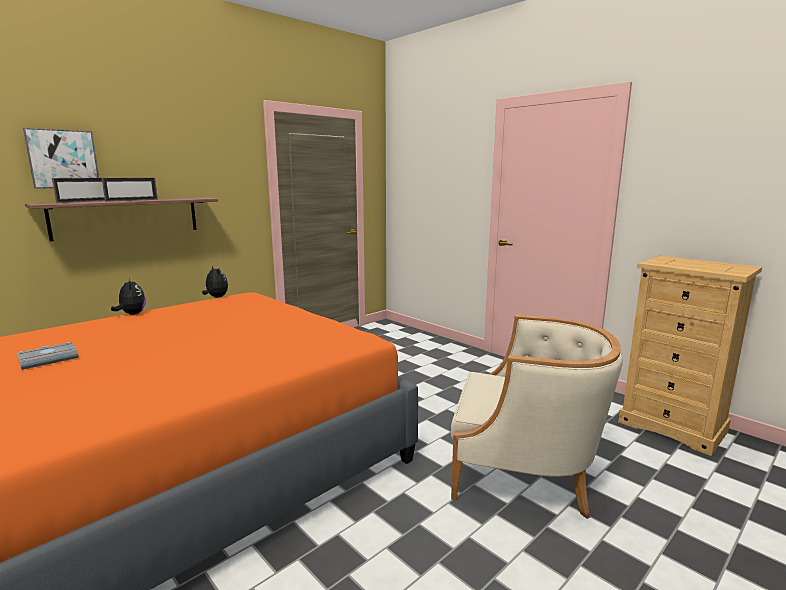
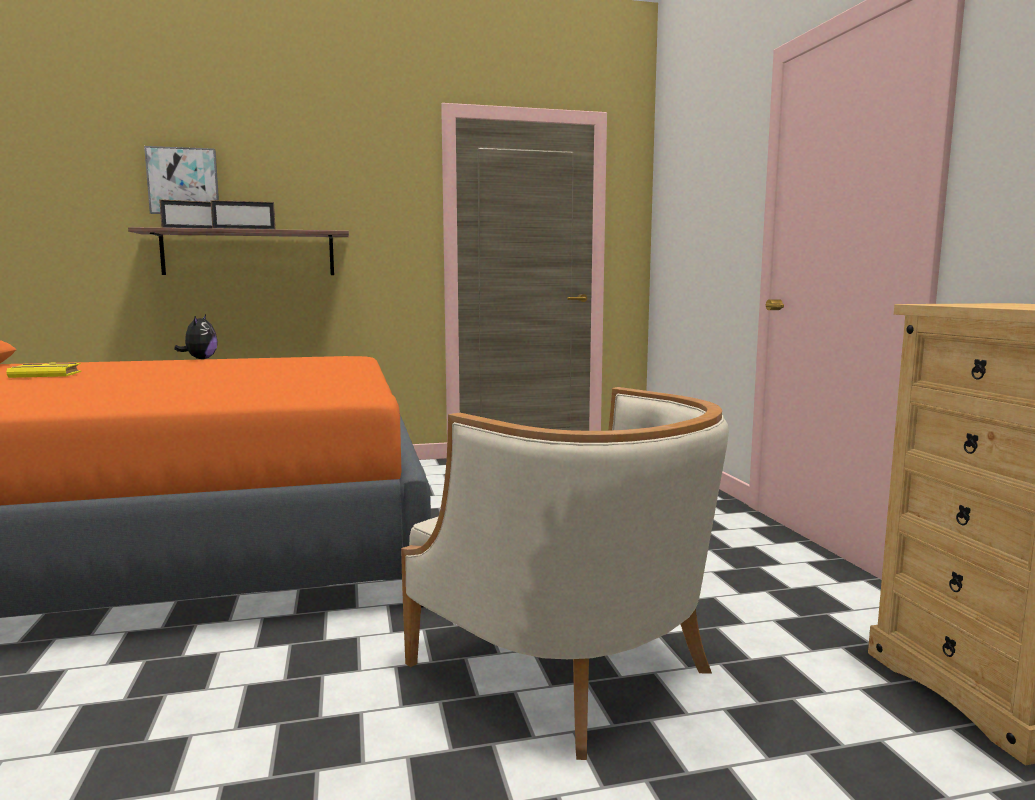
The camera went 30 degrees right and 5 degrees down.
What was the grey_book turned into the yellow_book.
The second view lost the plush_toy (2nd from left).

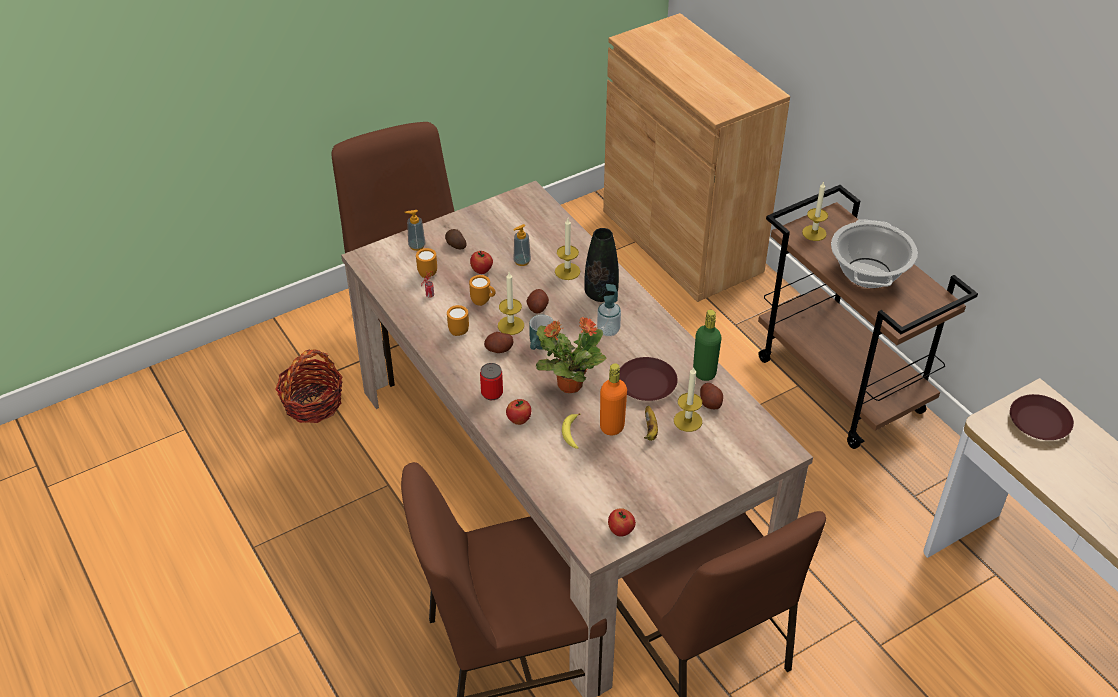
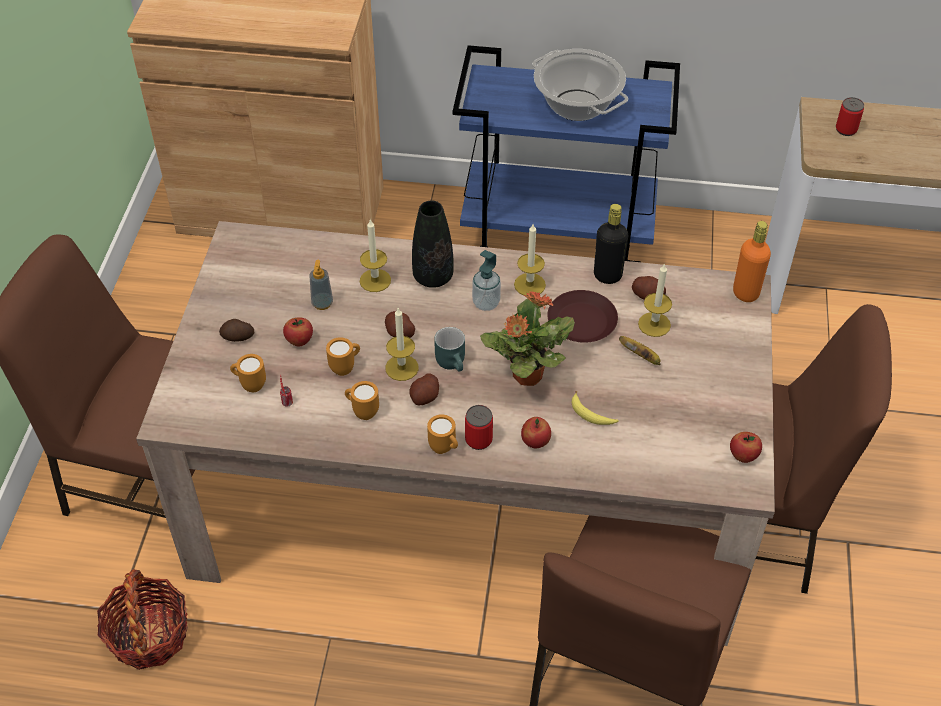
The camera went 50 degrees left and 5 degrees up.
The second view lost the soap_dispenser (1st from left).
The orange_bottle ended up elsewhere.
What was the green_bottle turned into the black_bottle.
What was the brown_cart turned into the blue_cart.
The candle (4th from left in the first image) ended up elsewhere.
Where the brown_plate (2nd from left) stood, the can (3rd from left) came to stand.
The second view gained the orange_mug (4th from left).

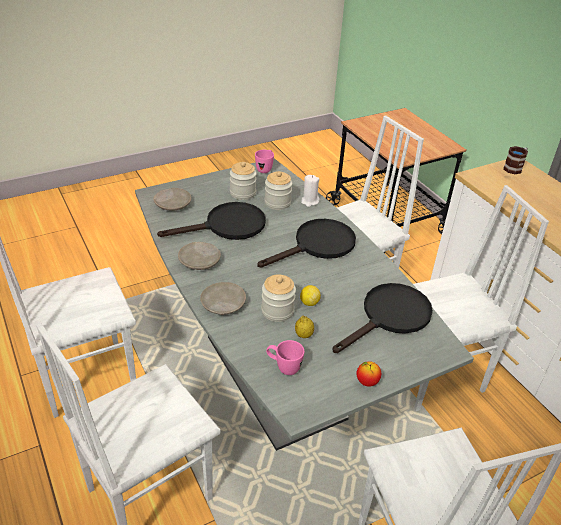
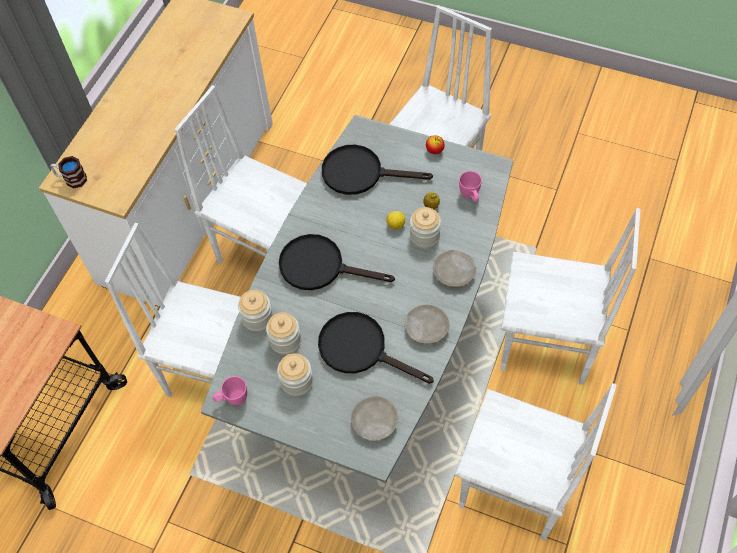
The camera went 125 degrees left and 20 degrees up.
Where the white_candle stood, the jar (1st from left) came to stand.

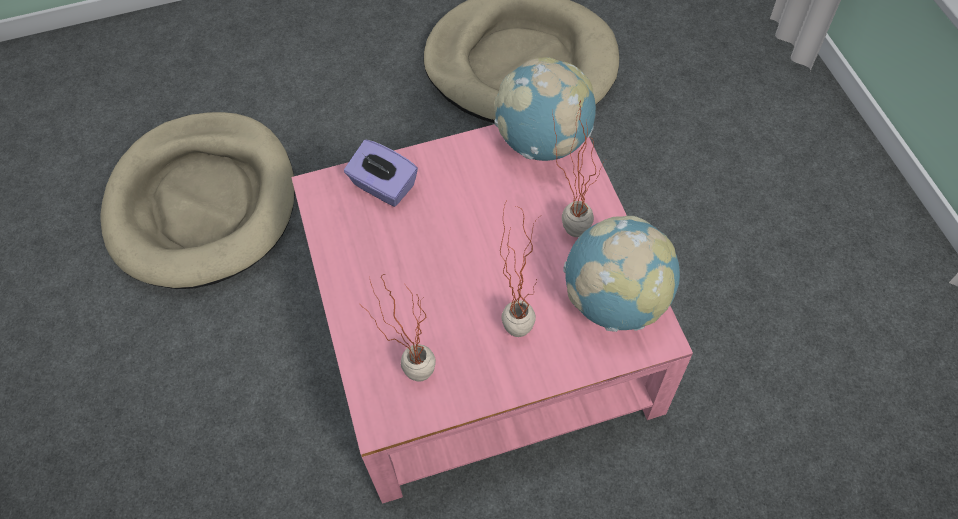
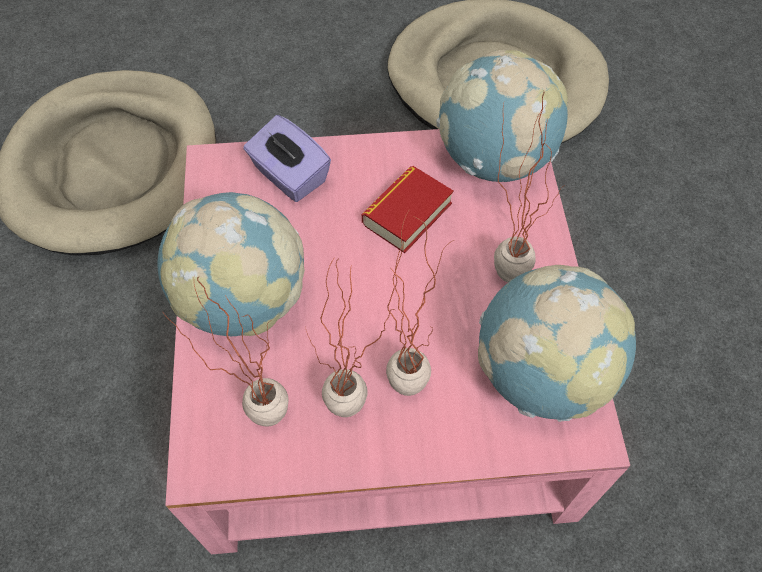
The camera went 10 degrees right and 0 degrees up.
The second view gained the globe (1st from left).
The second view gained the potted_plant (2nd from left).
The second view gained the book.

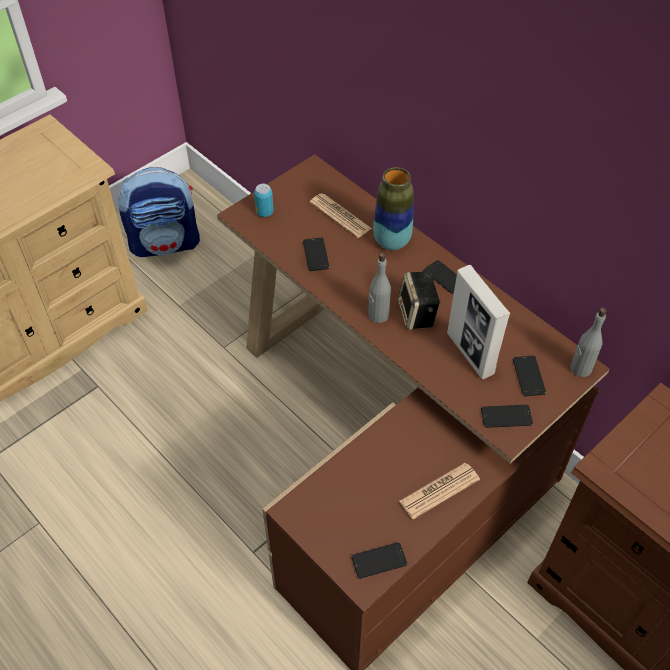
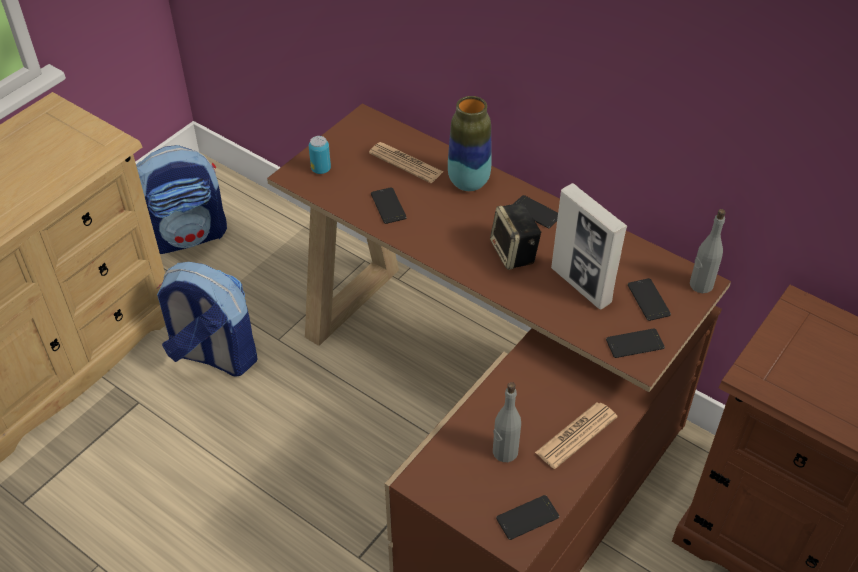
The camera went 10 degrees left and 5 degrees down.
The grey_bottle (1st from left) ended up elsewhere.
The second view gained the backpack (2nd from left).

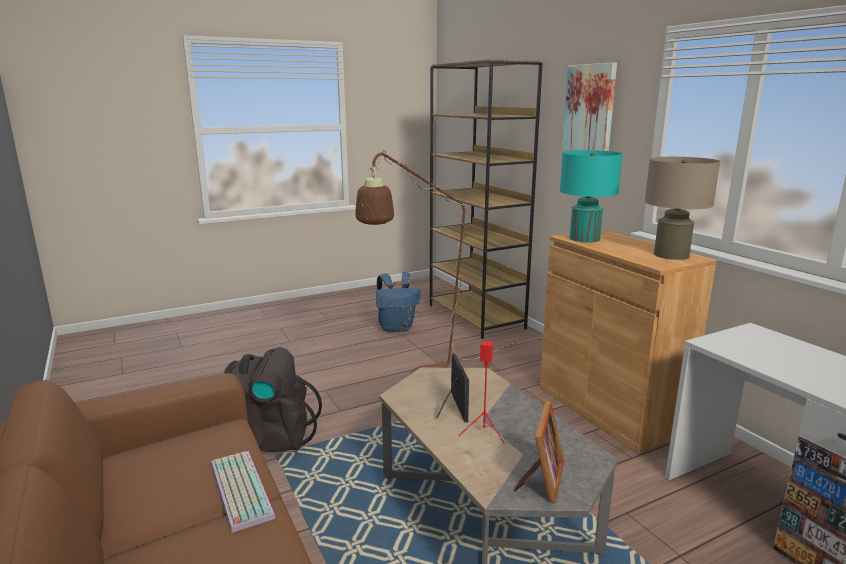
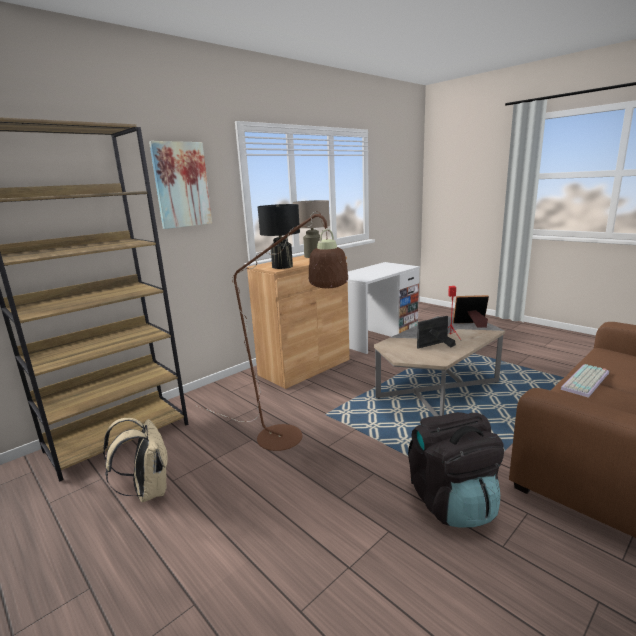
The camera went 105 degrees left and 0 degrees up.
What was the blue_backpack turned into the beige_backpack.
What was the turquoise_table_lamp turned into the black_table_lamp.

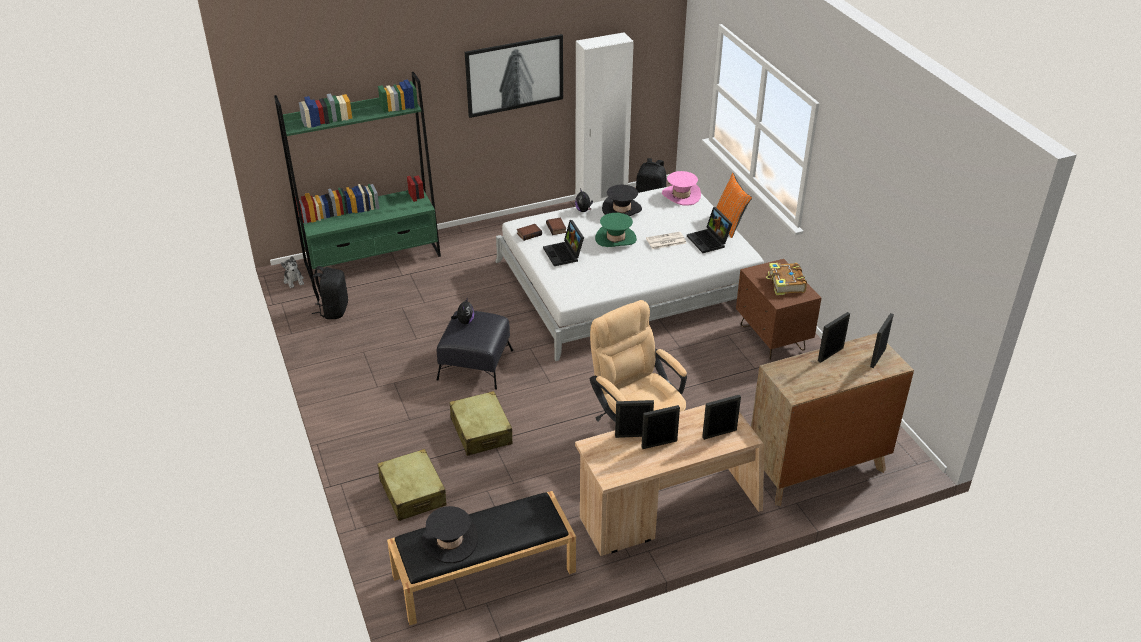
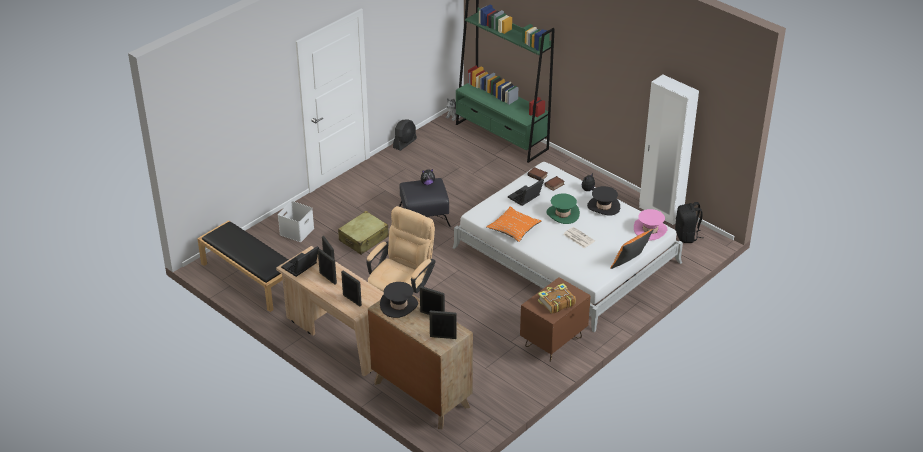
The camera went 65 degrees right and 0 degrees up.
The second view lost the black_backpack (1st from left).
Where the beige_suitcase (1st from left) stood, the white_storage_box came to stand.
The black_hat (1st from left) ended up elsewhere.
The second view lost the picture.
The laptop (2nd from left in the first image) ended up elsewhere.
The second view gained the black_fan.
The second view gained the orange_pillow (1st from left).

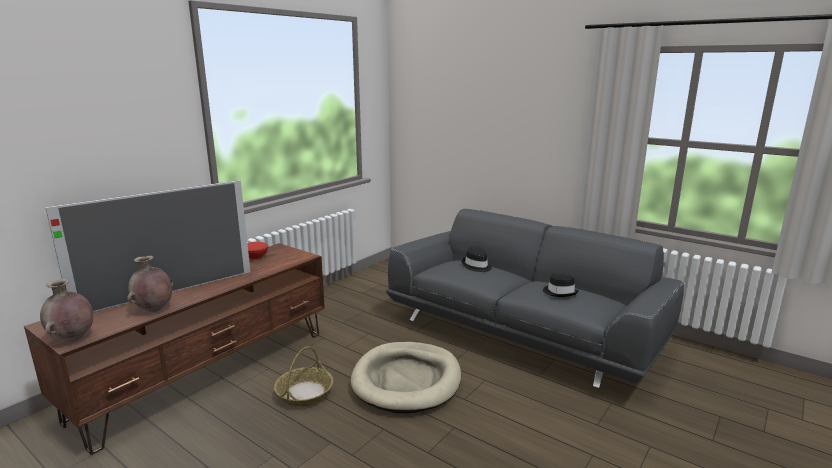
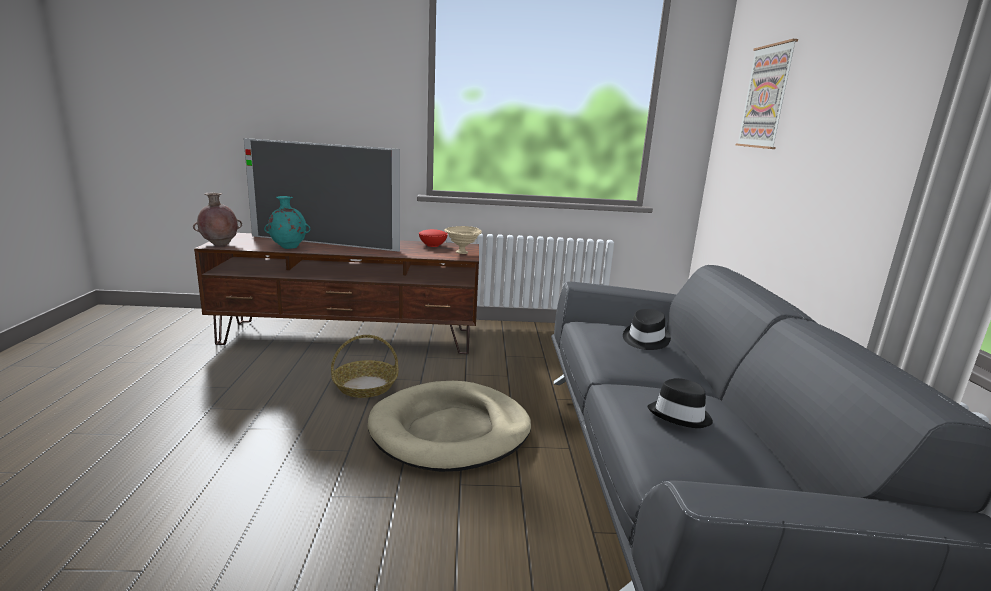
The camera went 50 degrees right and 0 degrees up.
What was the brown_vase (2nd from left) turned into the turquoise_vase.
The second view gained the beige_bowl.
The second view gained the picture.

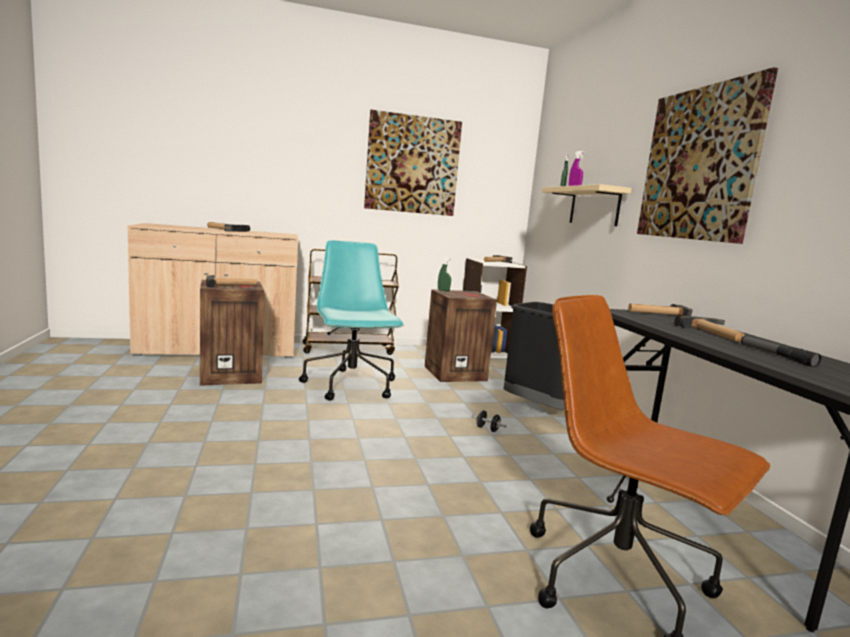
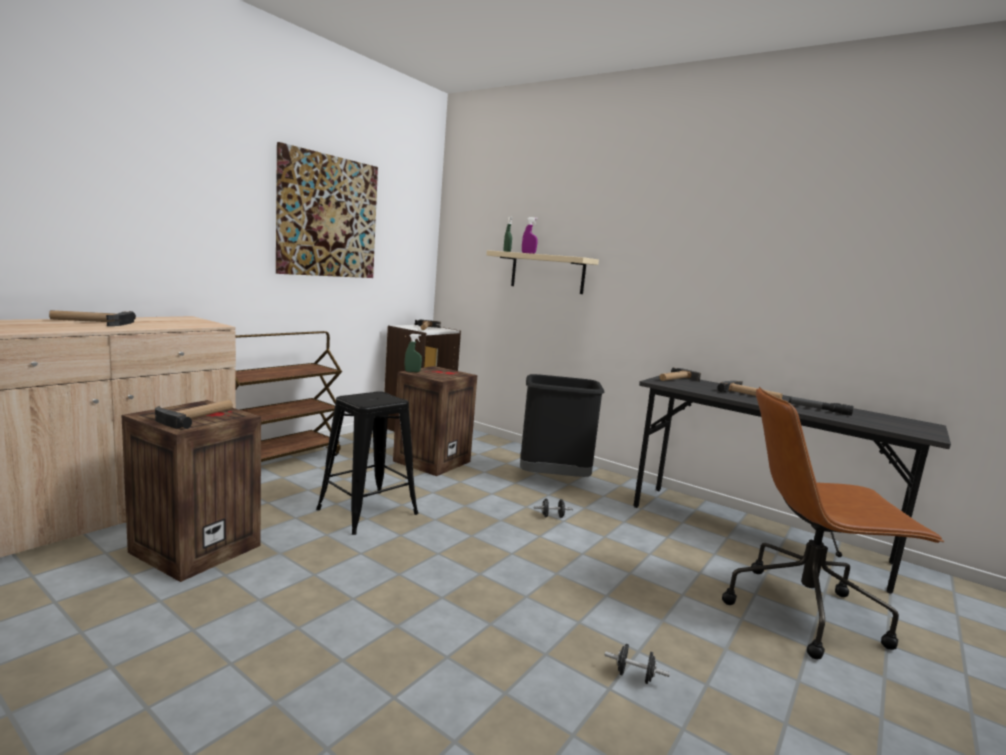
The camera went 40 degrees left and 0 degrees up.
Where the turquoise_office_chair stood, the black_stool came to stand.
The second view lost the picture (2nd from left).
The second view gained the black_dumbbell (2nd from left).

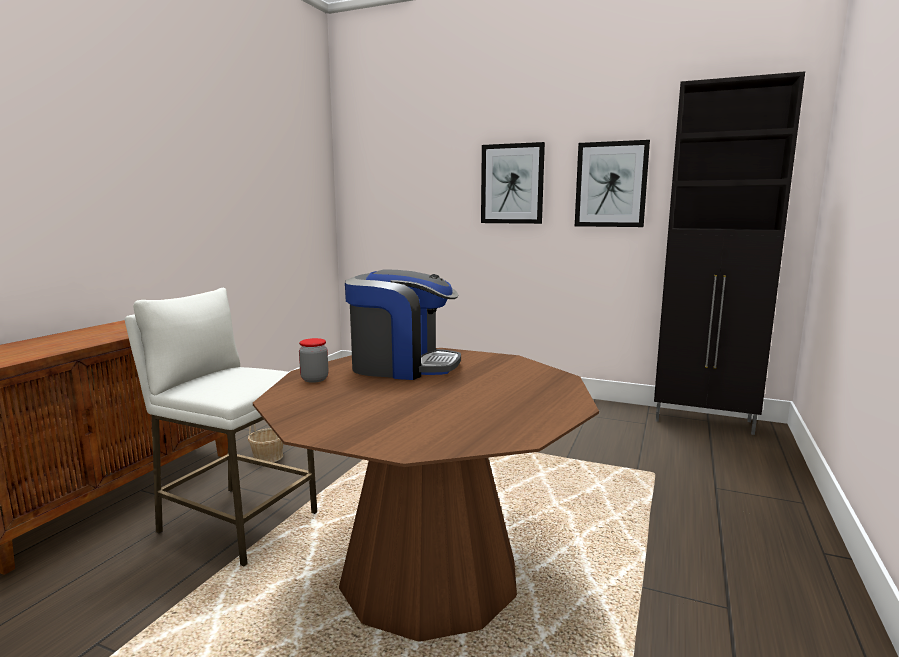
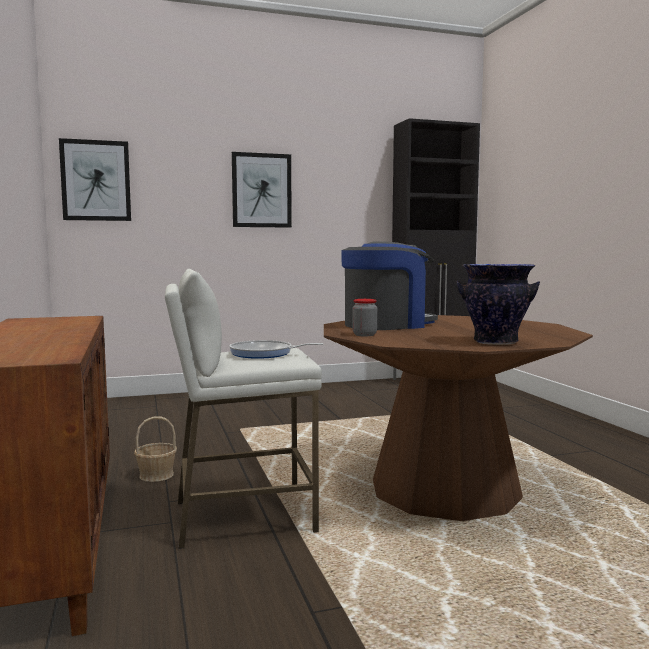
The camera went 40 degrees left and 5 degrees down.
The picture (2nd from left in the first image) ended up elsewhere.
The second view gained the frying_pan.
The second view gained the vase.

